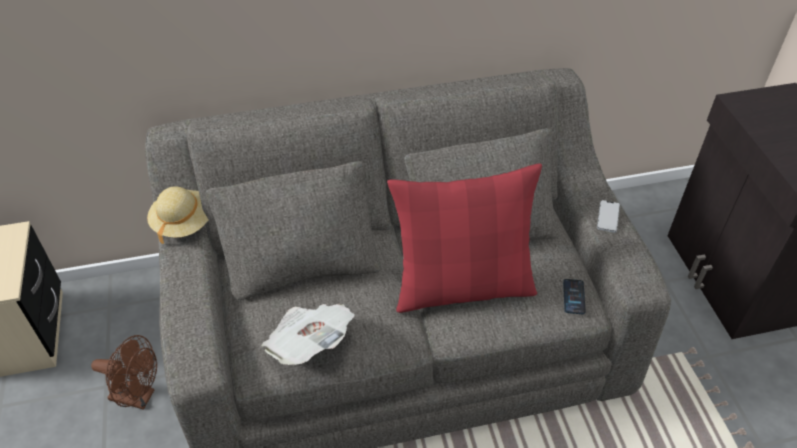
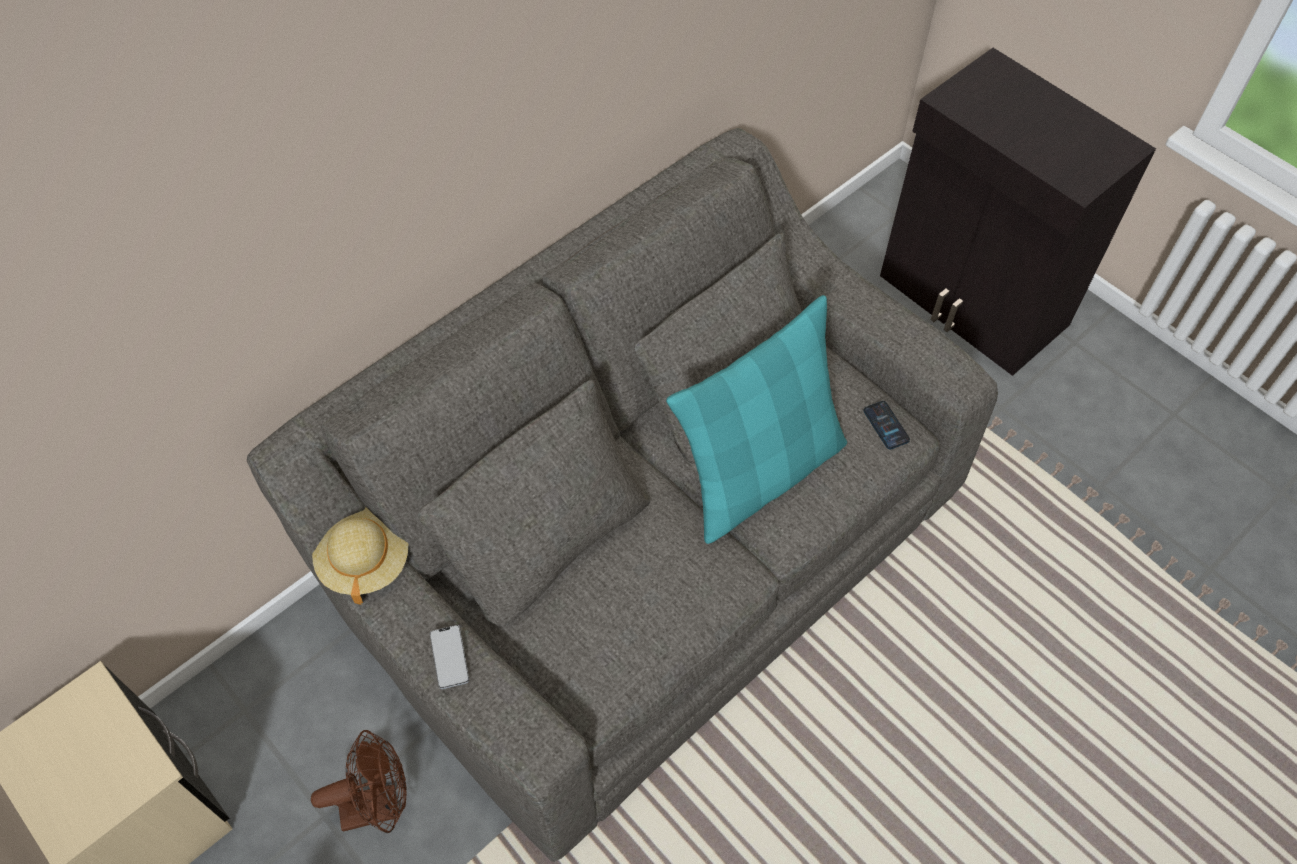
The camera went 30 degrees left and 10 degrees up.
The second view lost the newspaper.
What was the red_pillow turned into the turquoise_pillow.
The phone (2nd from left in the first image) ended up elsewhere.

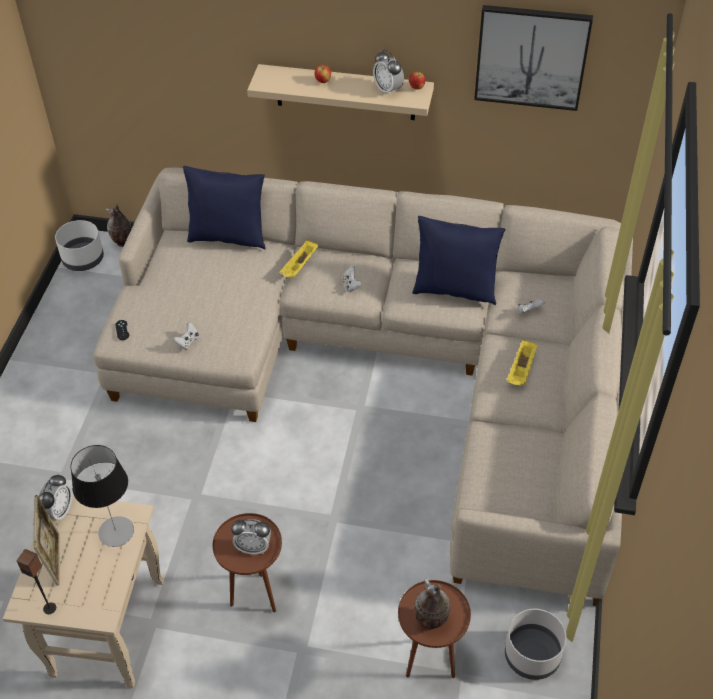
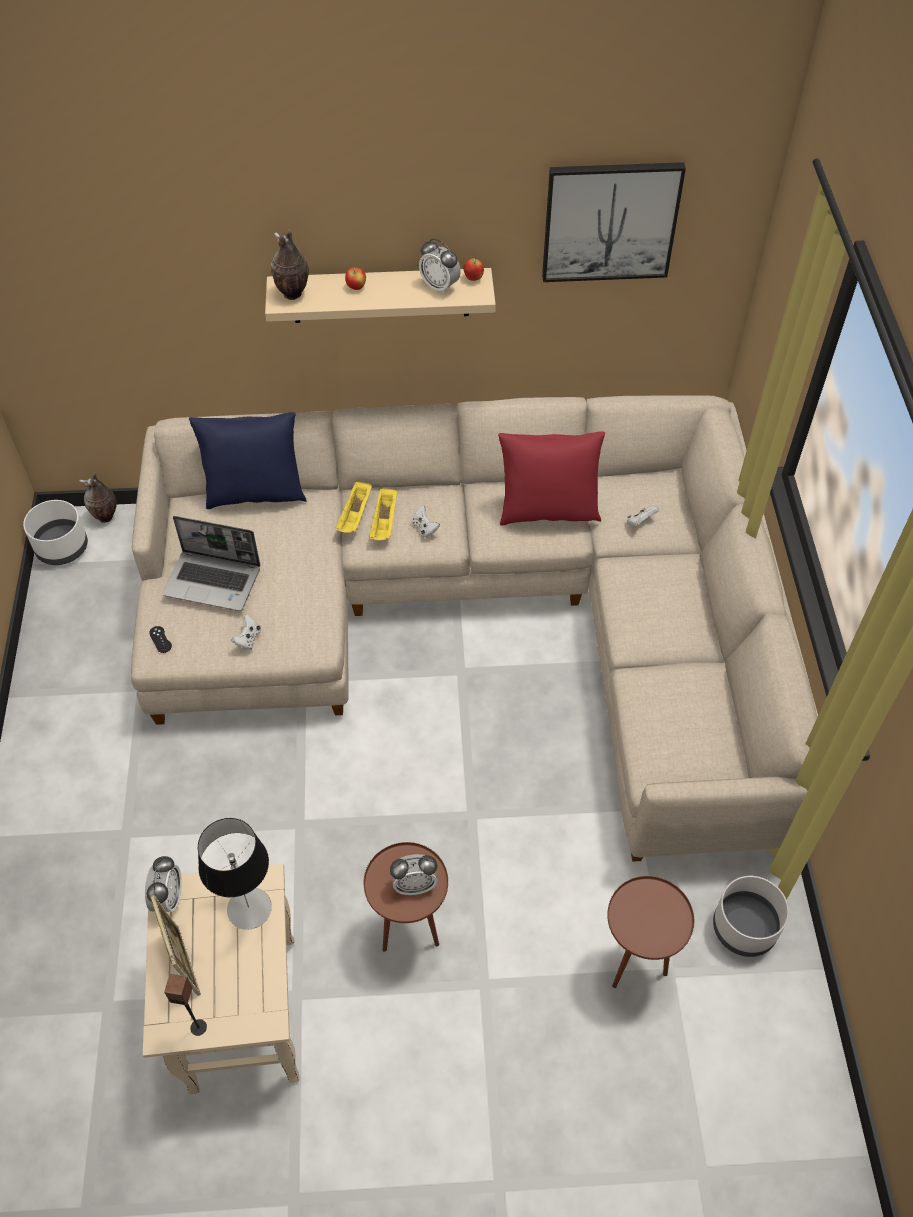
The camera went 15 degrees left and 5 degrees up.
What was the blue_pillow (2nd from left) turned into the red_pillow.
The vase (2nd from left) ended up elsewhere.
The yellow_tray (2nd from left) ended up elsewhere.
The second view gained the laptop.

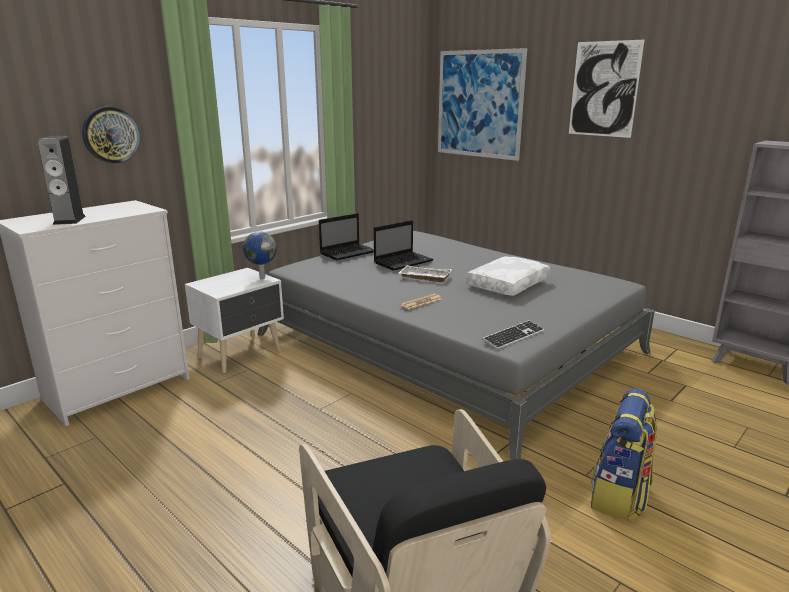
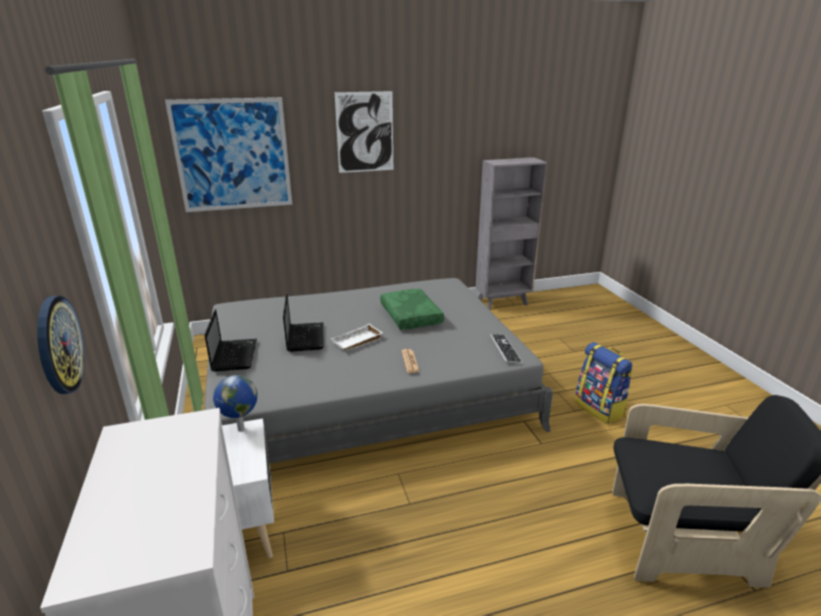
The camera went 60 degrees left and 5 degrees up.
The second view lost the speaker.
What was the white_pillow turned into the green_pillow.

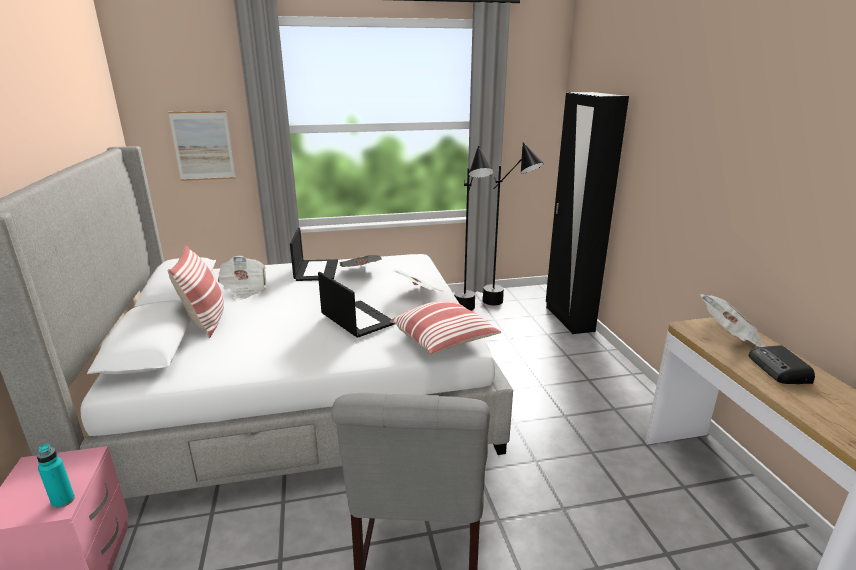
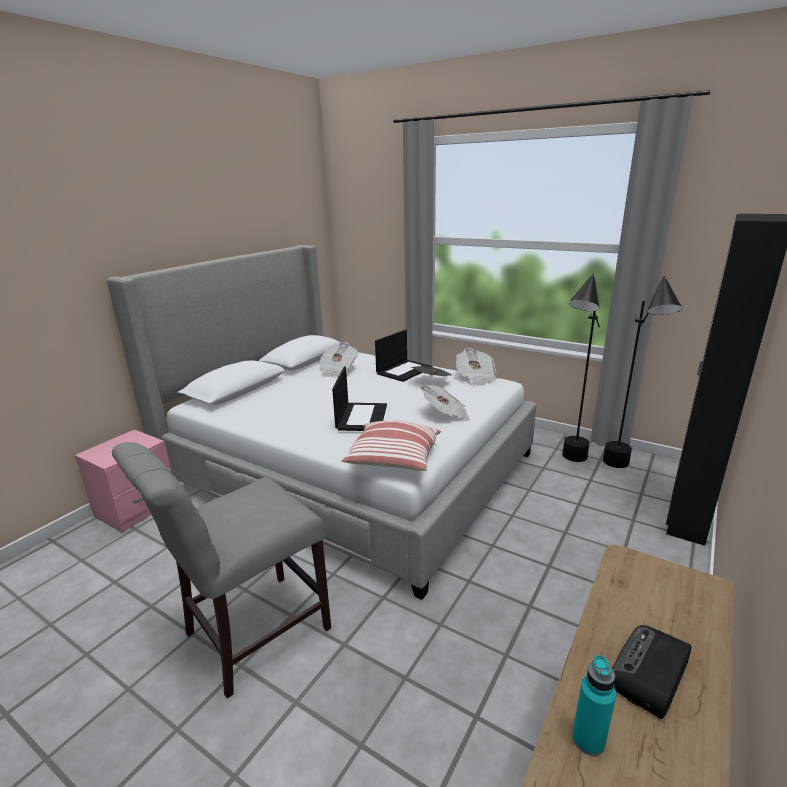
The camera went 45 degrees right and 0 degrees up.
The turquoise_bottle ended up elsewhere.
The second view lost the picture.
The second view lost the pillow (1st from left).
The newspaper (4th from left) ended up elsewhere.

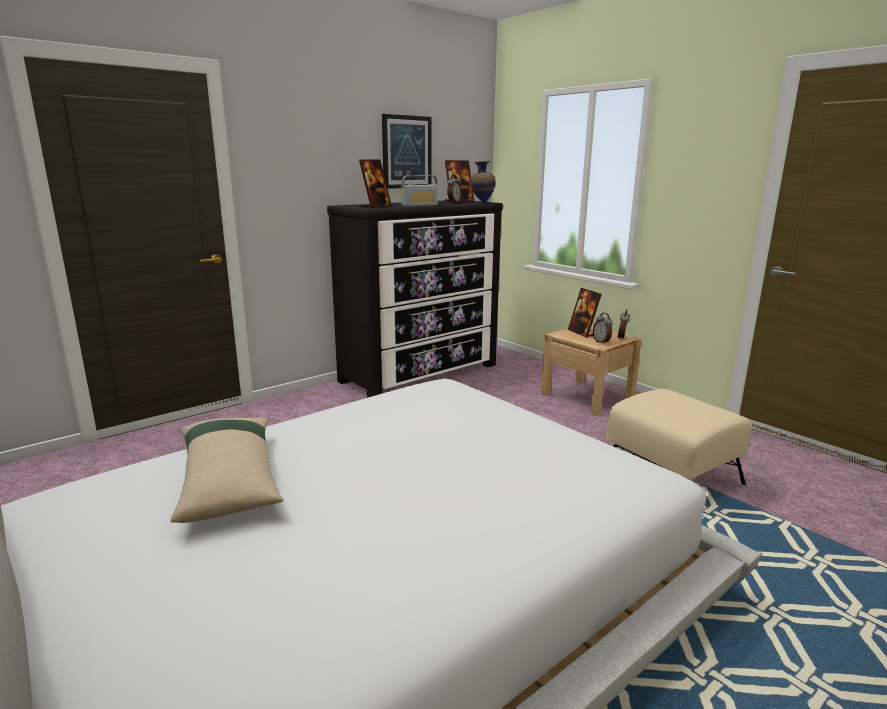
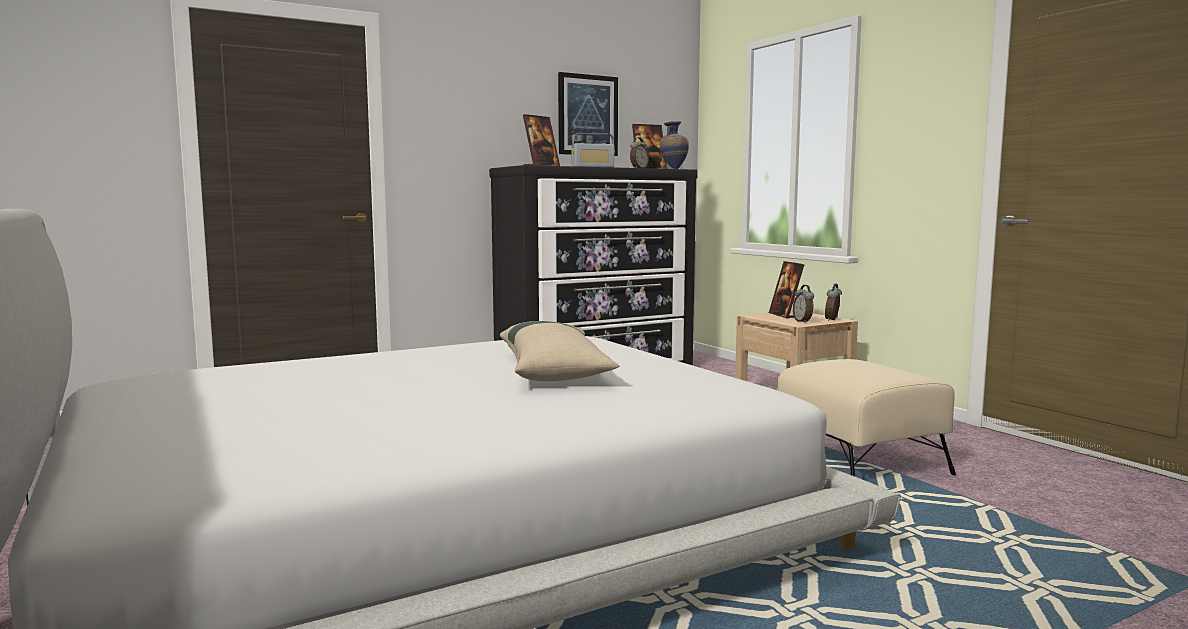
The camera went 10 degrees right and 10 degrees down.
The beige_pillow ended up elsewhere.

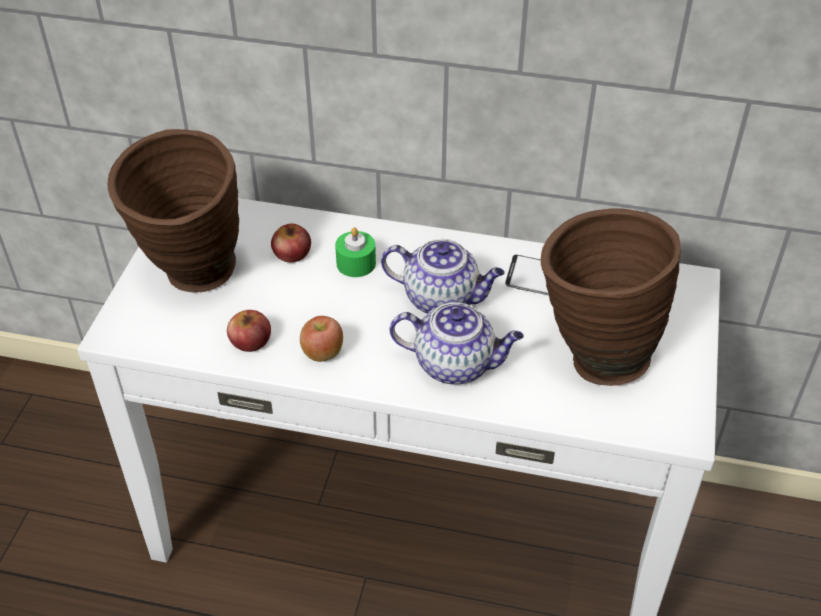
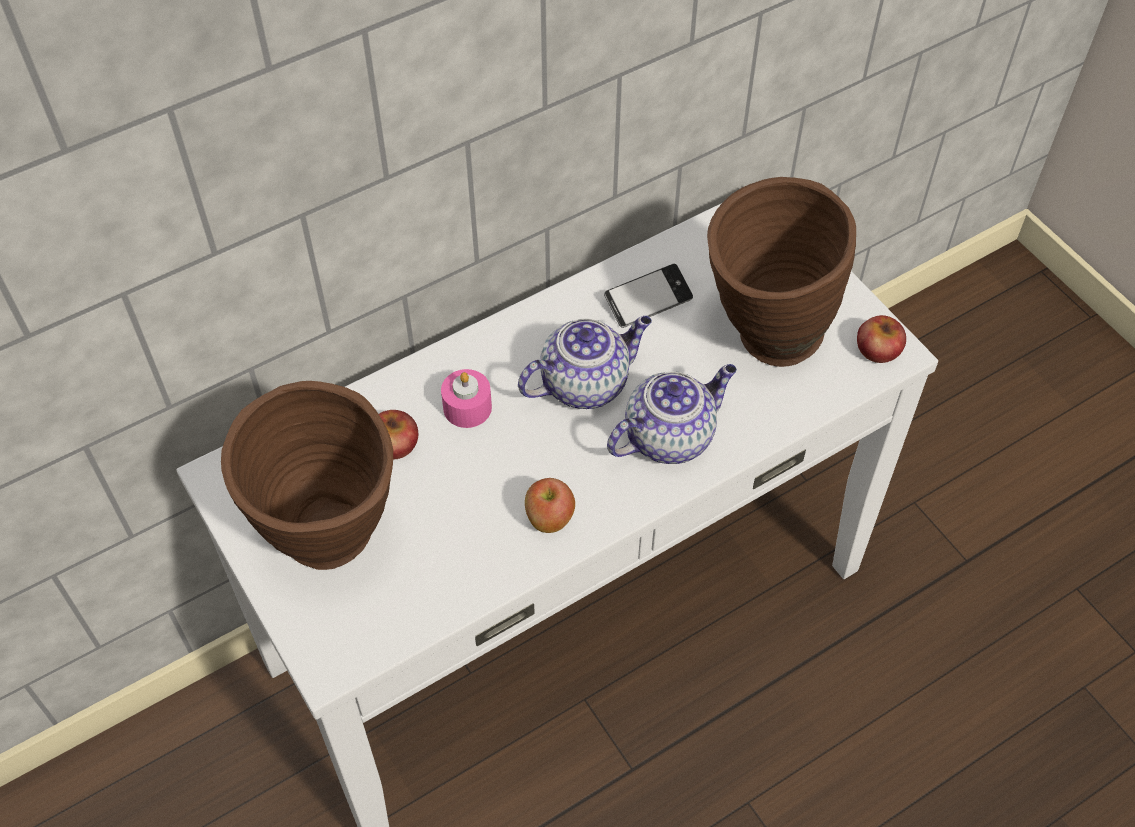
The camera went 45 degrees left and 10 degrees up.
The apple (1st from left in the first image) ended up elsewhere.
What was the green_candle turned into the pink_candle.

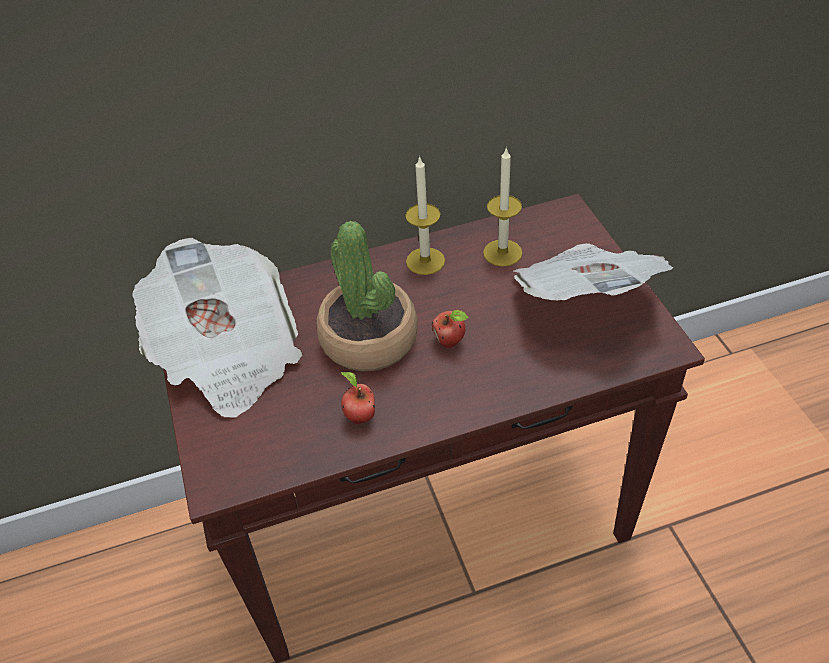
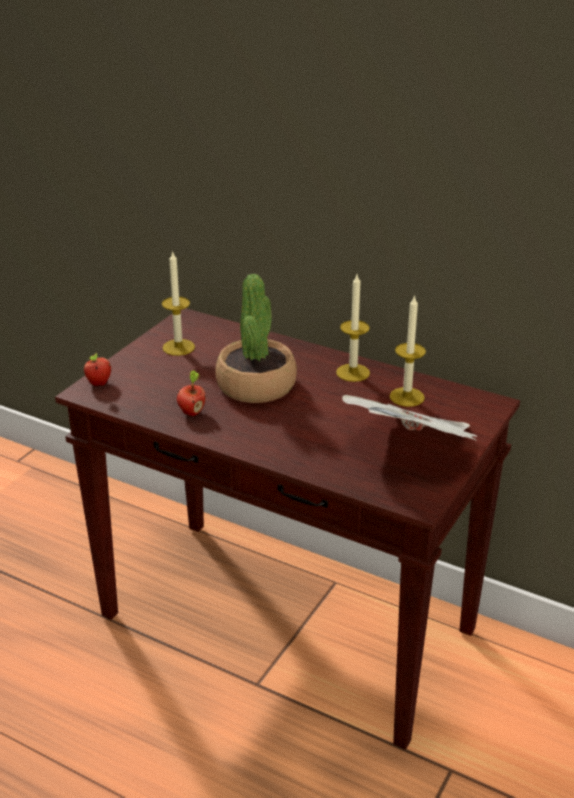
The camera went 45 degrees right and 15 degrees down.
Where the newspaper (1st from left) stood, the candle (1st from left) came to stand.
The apple (2nd from left in the first image) ended up elsewhere.

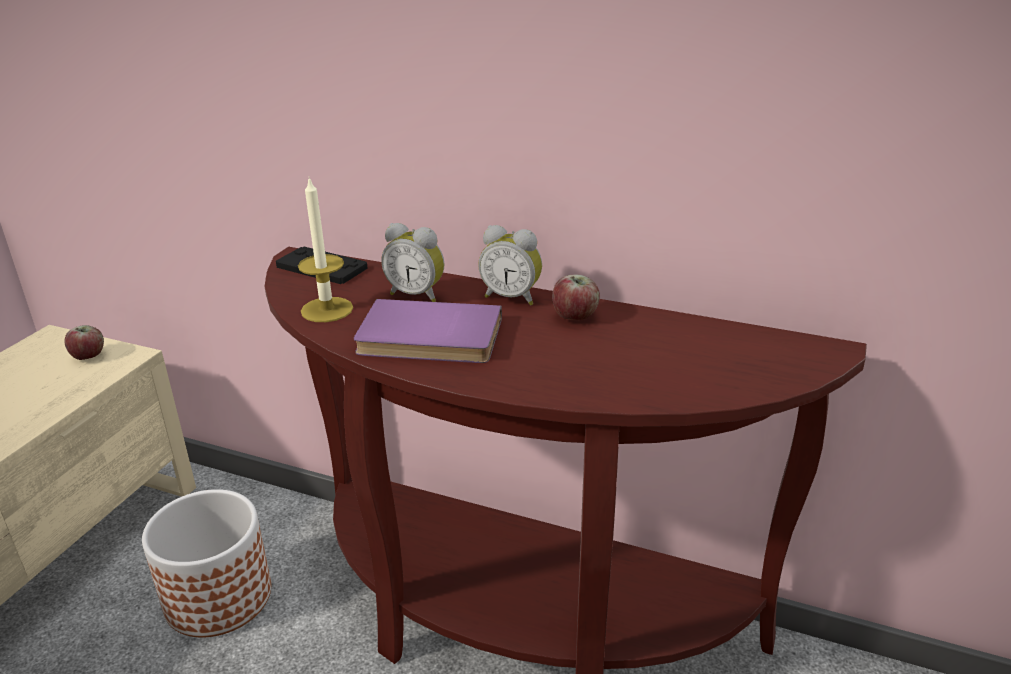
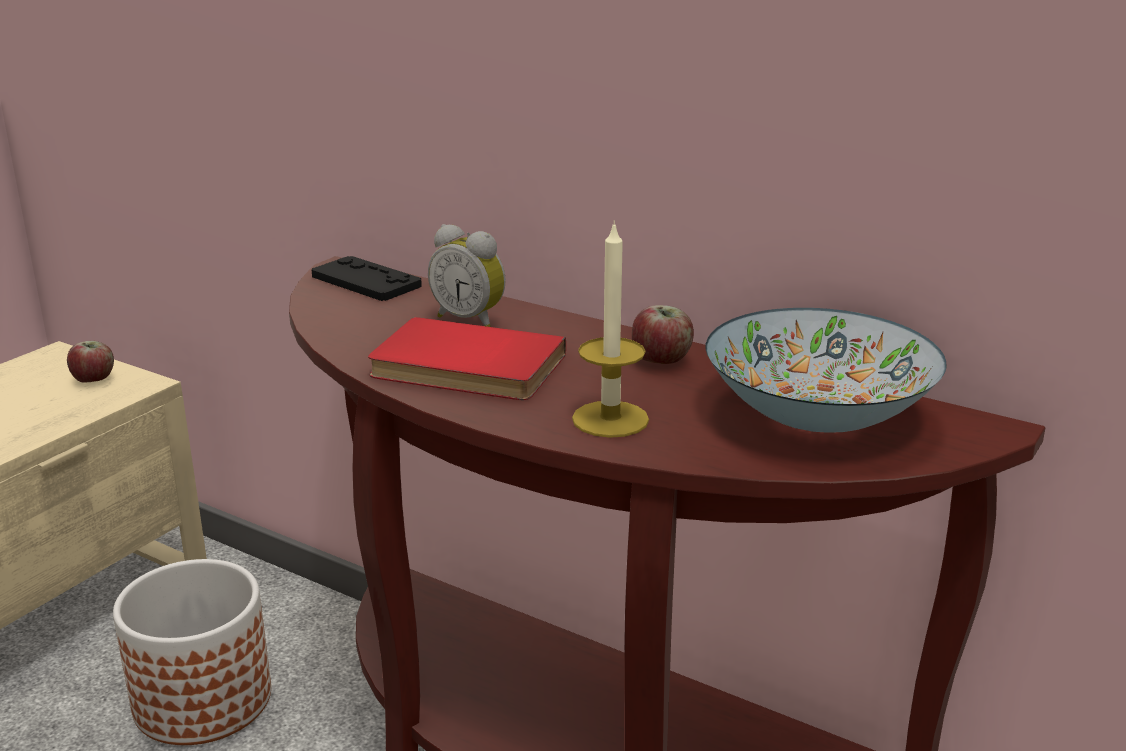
The camera went 10 degrees right and 5 degrees down.
The candle ended up elsewhere.
What was the purple_book turned into the red_book.
The second view lost the alarm_clock (2nd from left).
The second view gained the bowl.

